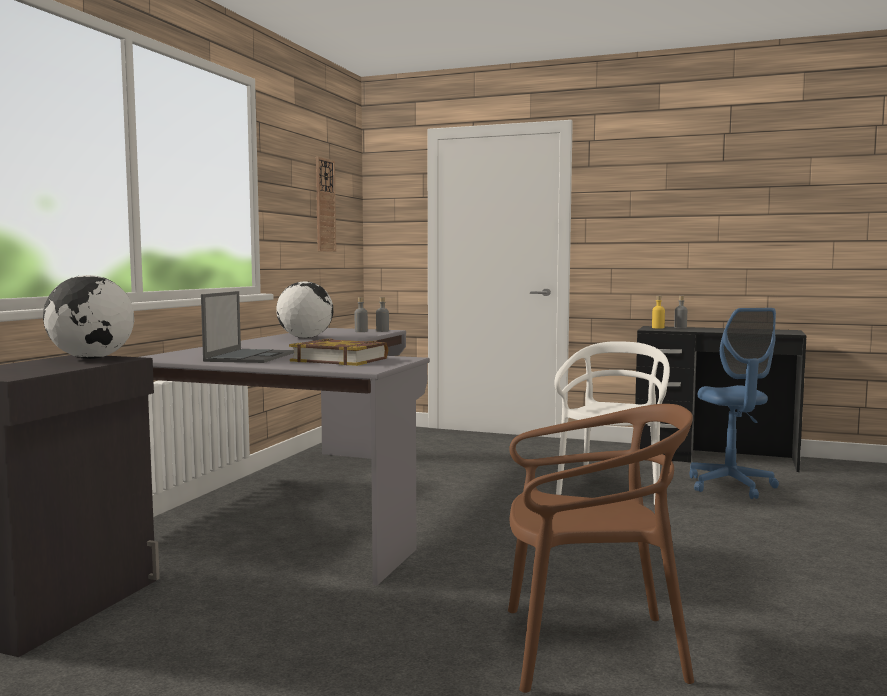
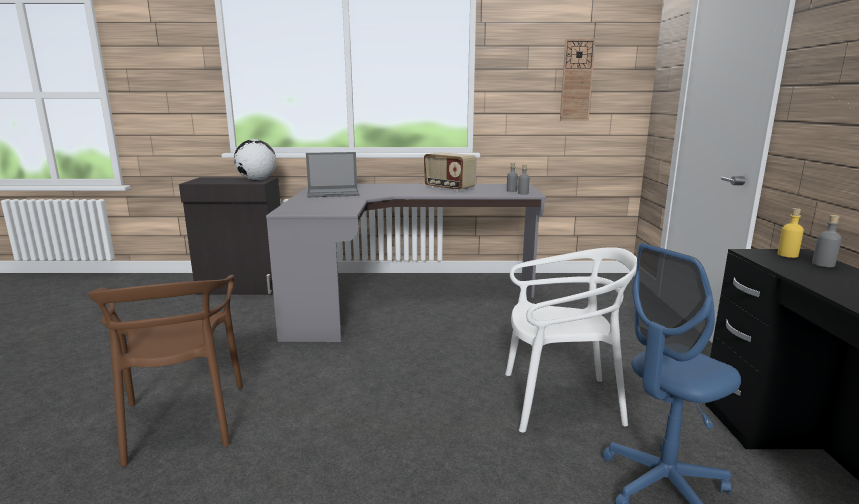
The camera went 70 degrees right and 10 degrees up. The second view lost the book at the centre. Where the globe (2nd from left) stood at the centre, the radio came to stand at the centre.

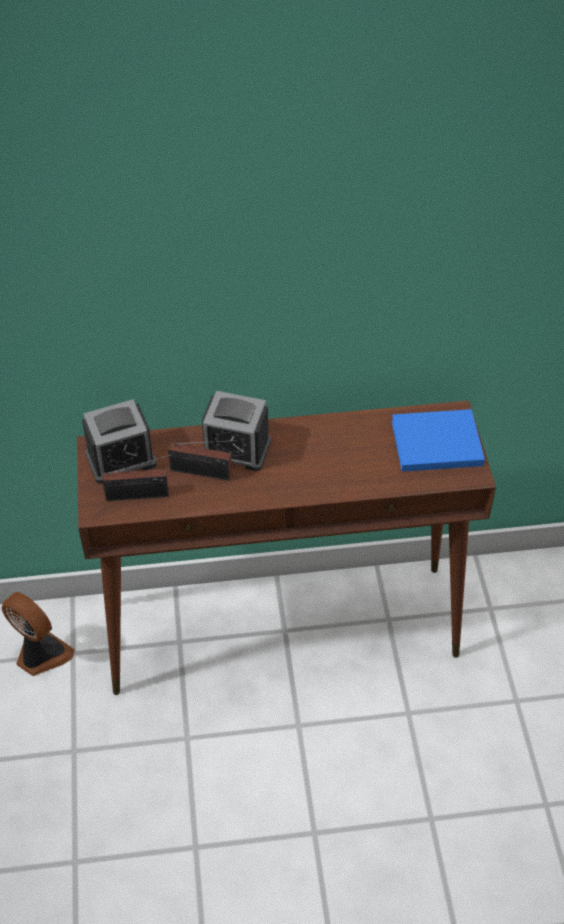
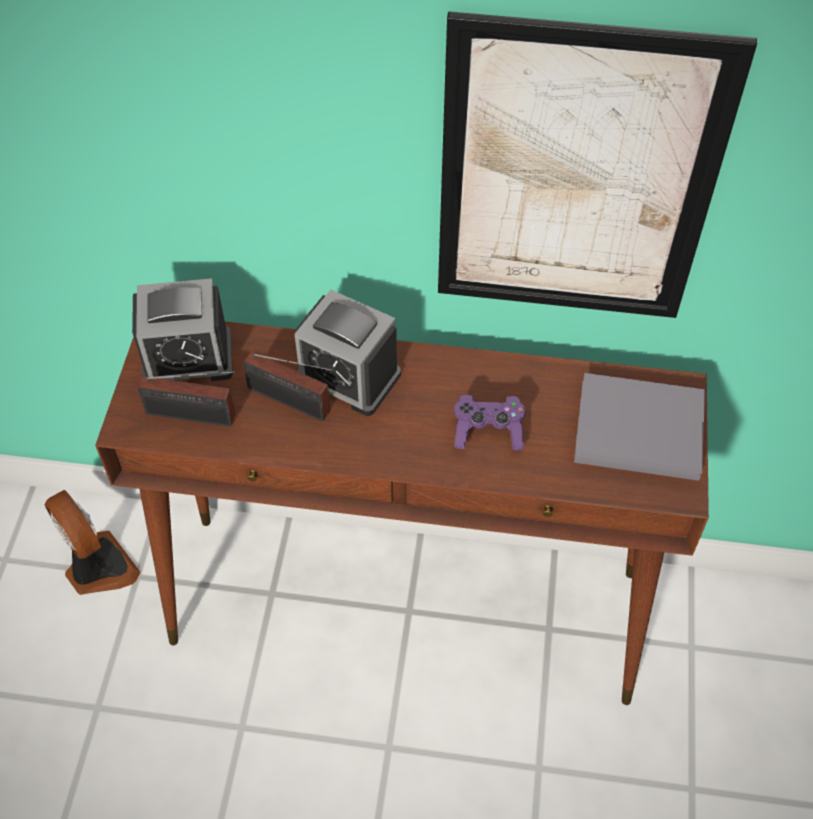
The camera went 15 degrees right and 5 degrees up. The second view gained the picture at the top right. The second view gained the purple game controller at the centre. What was the blue book at the middle right turned into the grey book at the middle right.

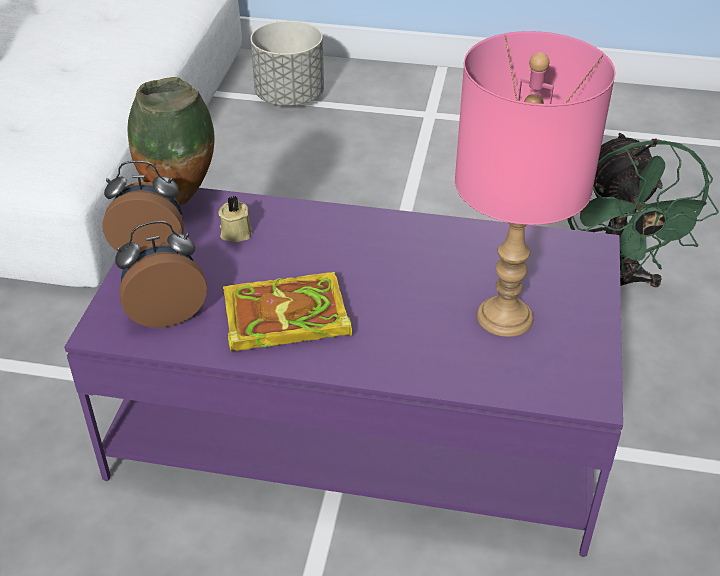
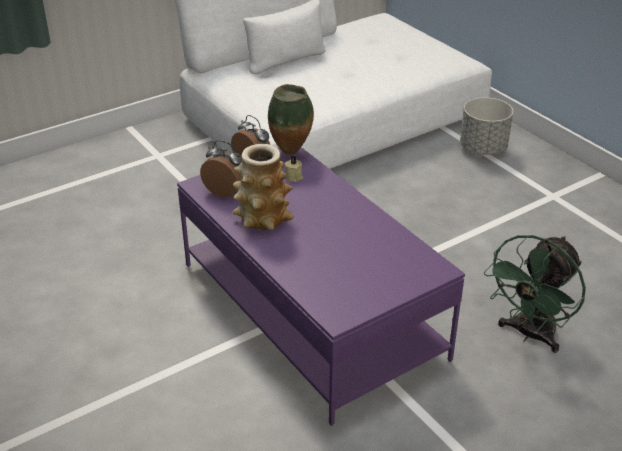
The camera went 45 degrees right and 5 degrees down. The second view lost the pink table lamp at the top right. Where the book stood at the centre, the vase (1st from left) came to stand at the centre.

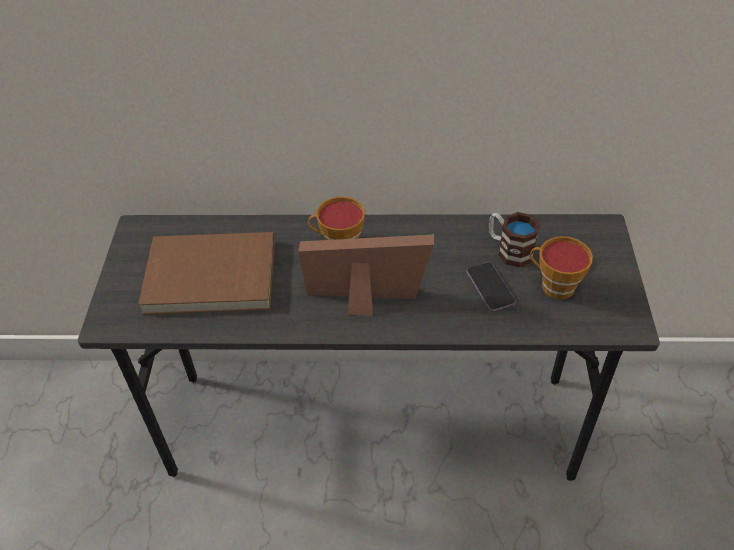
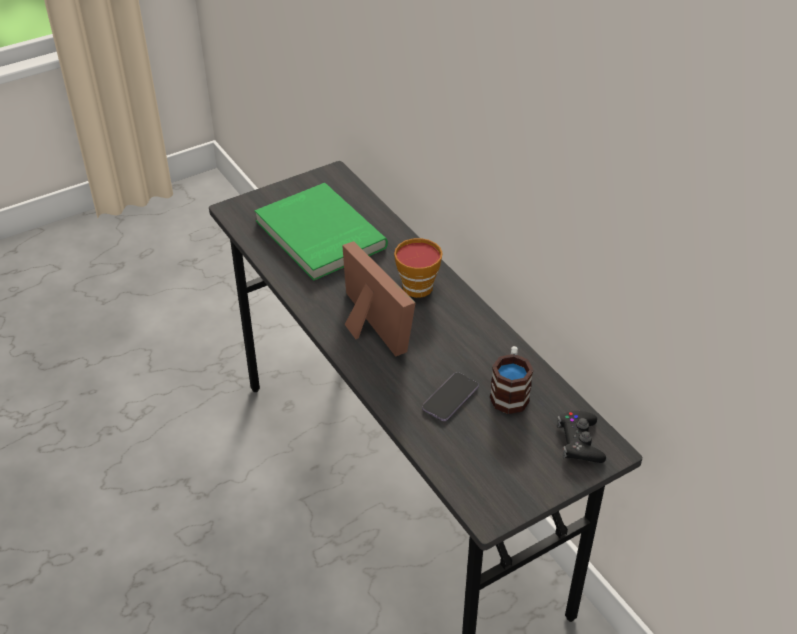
The camera went 55 degrees right and 5 degrees down. The second view lost the cup (2nd from left) at the middle right. The second view gained the black game controller at the bottom right. What was the brown book at the middle left turned into the green book at the centre.

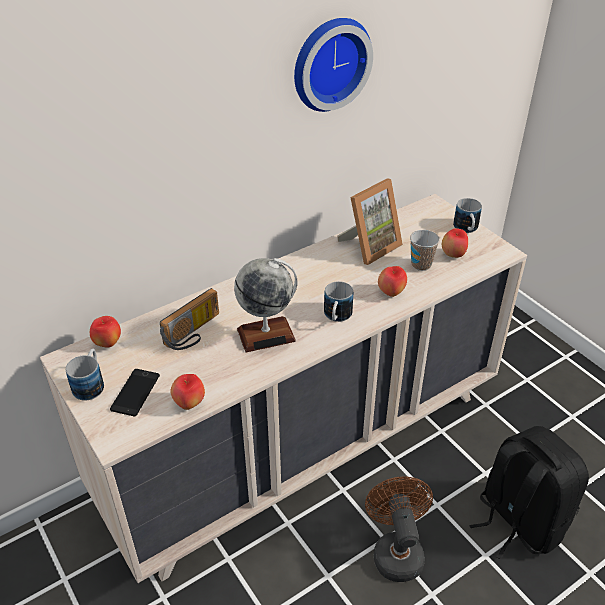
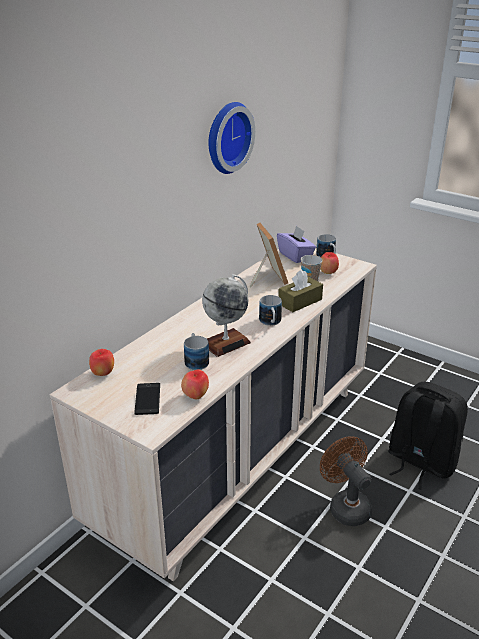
The camera went 20 degrees left and 10 degrees down. The second view lost the radio at the middle left. The second view gained the purple tissue box at the centre. The mug (1st from left) ended up elsewhere, having gone from the middle left to the centre. Where the apple (3rd from left) stood at the centre, the brown tissue box came to stand at the centre. The picture frame at the centre ended up facing another way, 45 degrees counterclockwise from before.

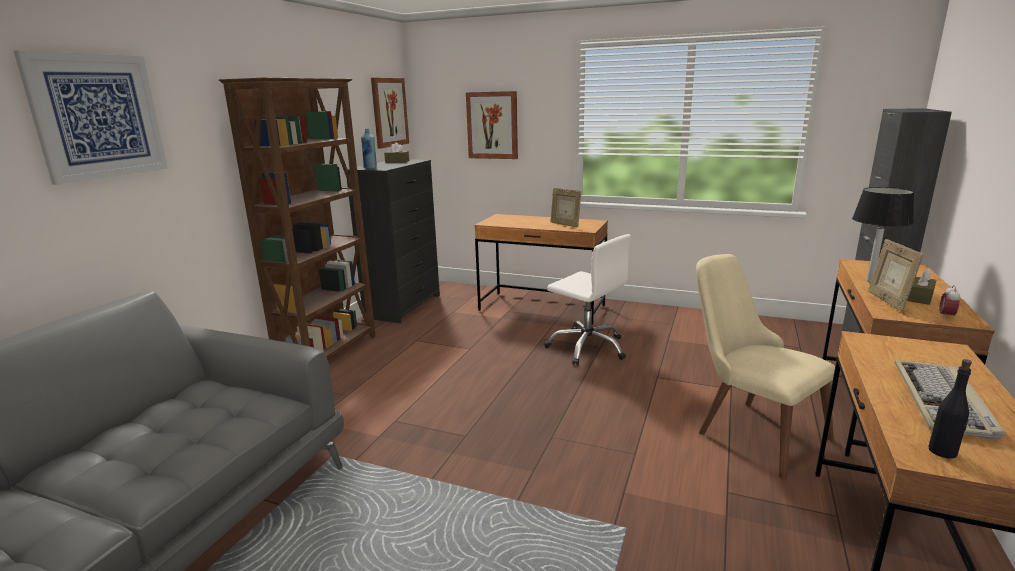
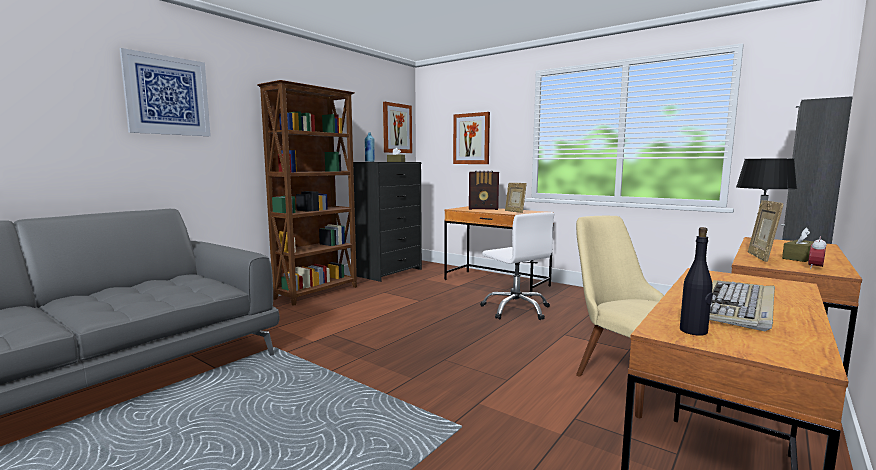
The camera went 15 degrees right and 10 degrees down. The second view gained the radio at the centre.

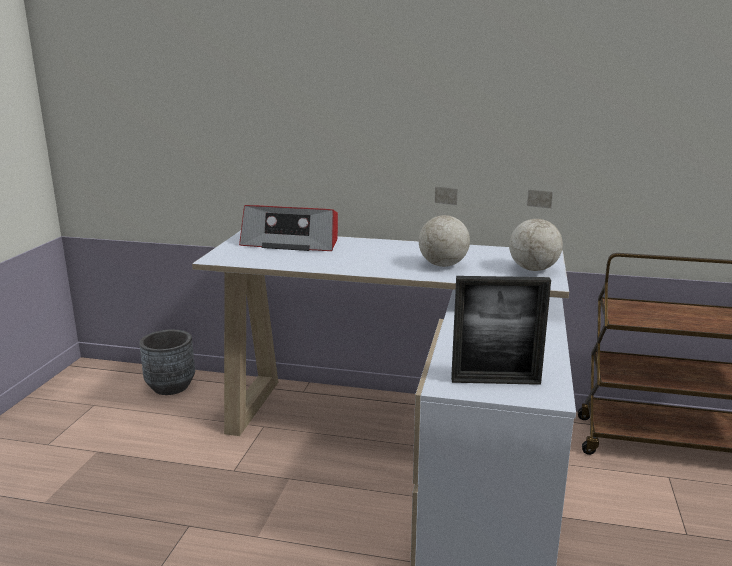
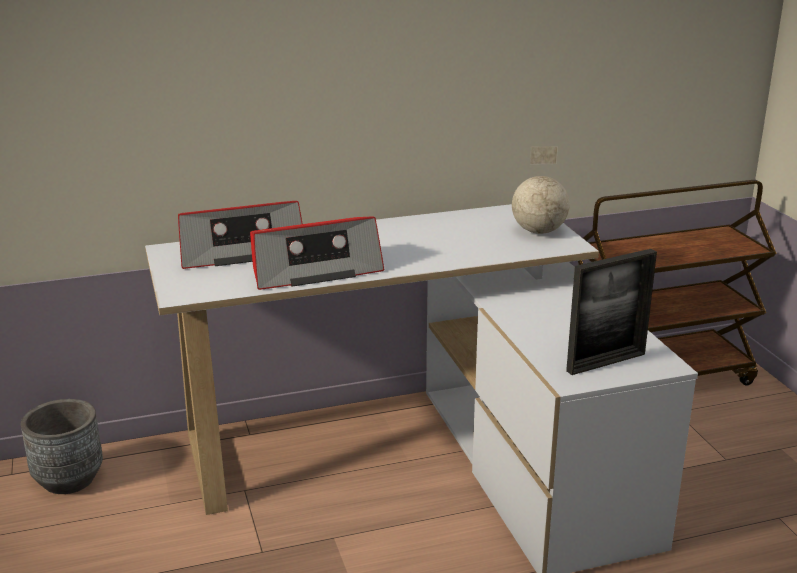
The camera went 30 degrees left and 5 degrees up. The second view lost the globe (1st from left) at the centre. The second view gained the radio (2nd from left) at the centre.

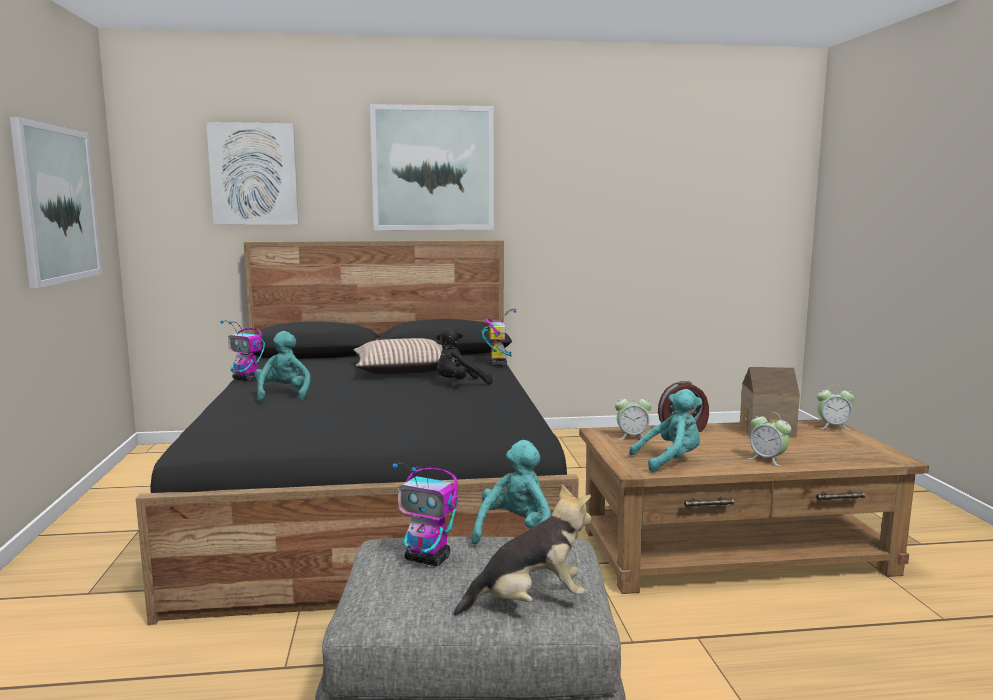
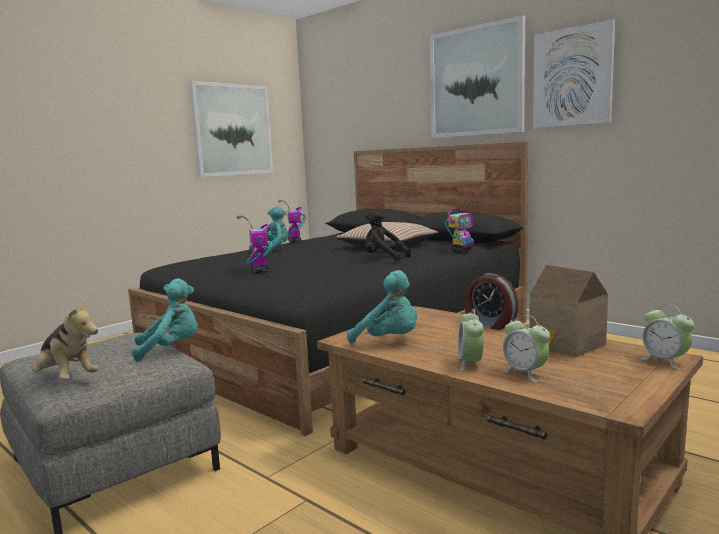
The camera went 50 degrees right and 0 degrees up. The picture (2nd from left in the first image) ended up elsewhere, having gone from the top left to the top right. The toy robot (2nd from left in the first image) ended up elsewhere, having gone from the bottom centre to the centre. The alarm clock (1st from left in the first image) ended up elsewhere, having gone from the centre to the middle right.

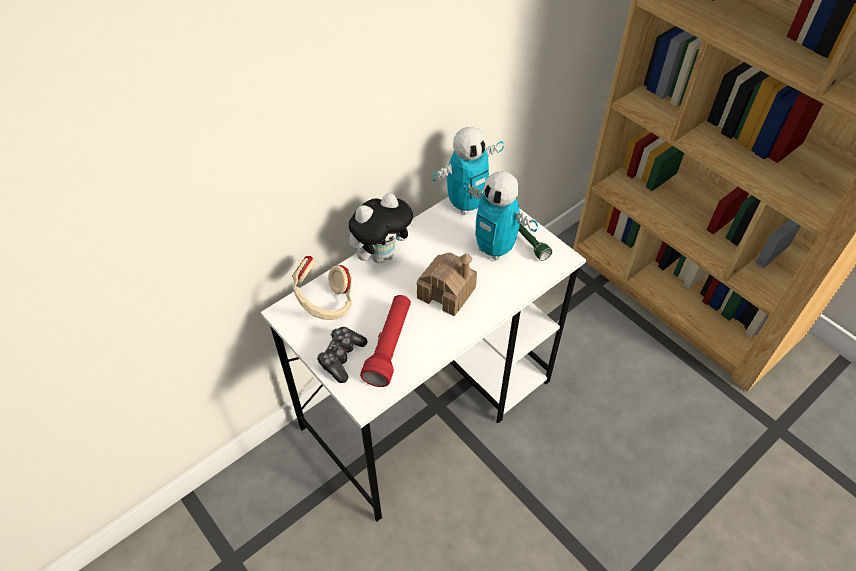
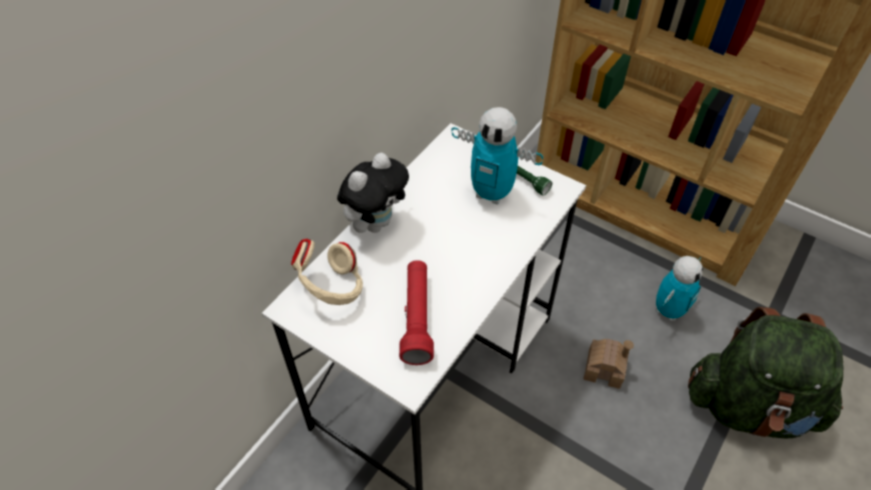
The camera went 15 degrees left and 0 degrees up. The second view lost the game controller at the centre. The second view gained the green backpack at the bottom right. The toy house ended up elsewhere, having gone from the centre to the bottom right. The toy robot (1st from left in the first image) ended up elsewhere, having gone from the top centre to the middle right.

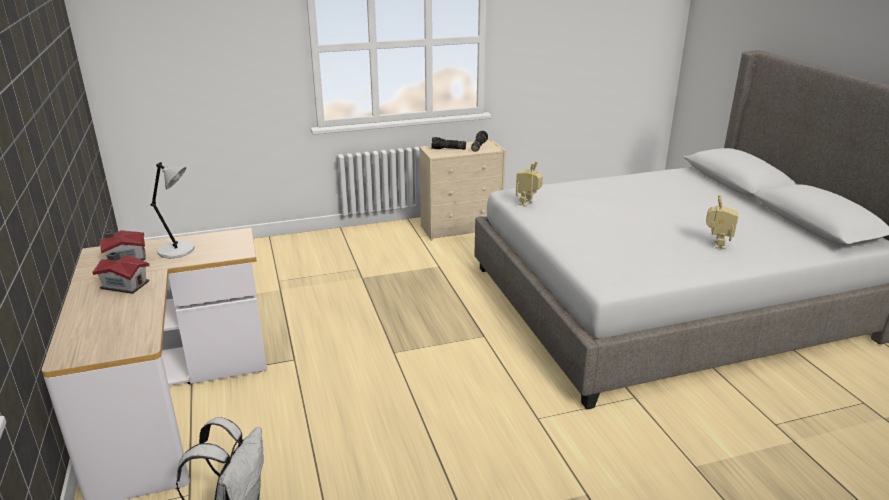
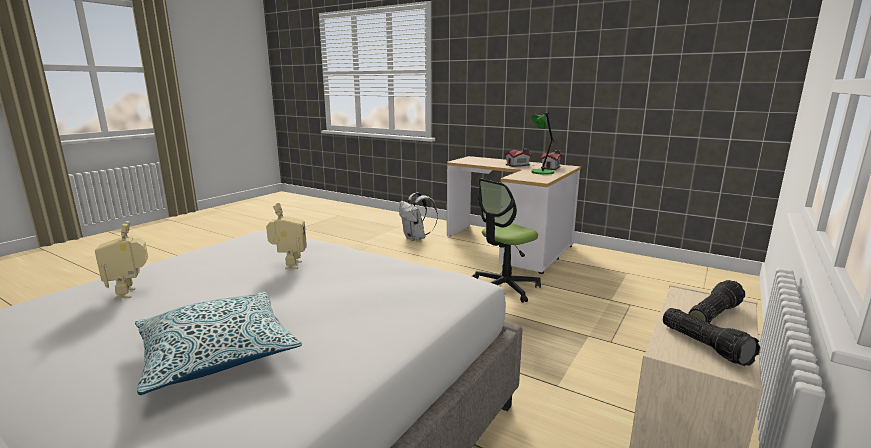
The camera went 140 degrees right and 10 degrees down. The second view gained the pillow at the bottom left. The second view gained the office chair at the centre. The toy robot (1st from left in the first image) ended up elsewhere, having gone from the centre to the middle left. What was the grey table lamp at the middle left turned into the green table lamp at the top centre.

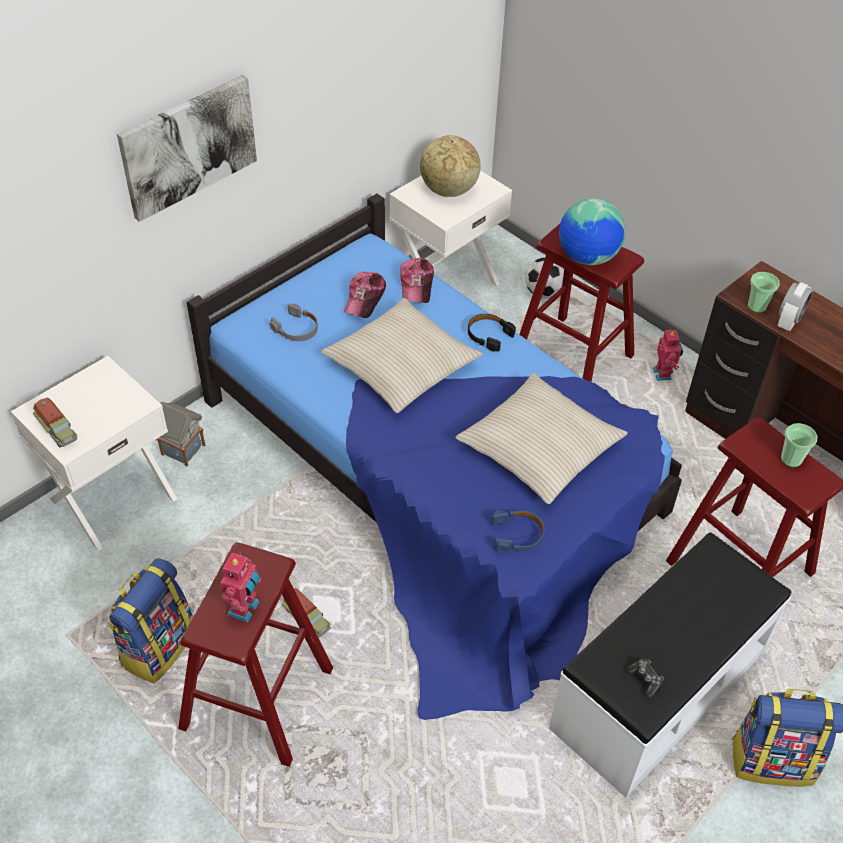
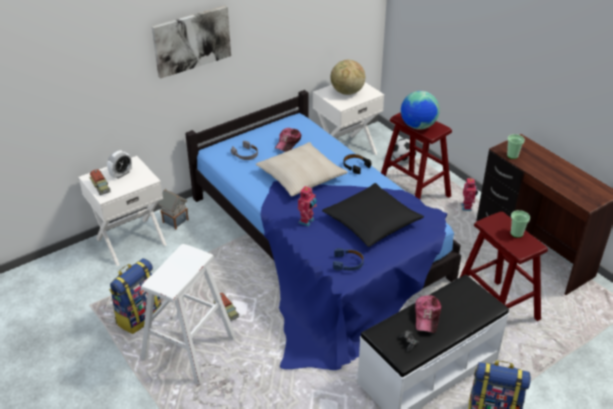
The camera went 10 degrees right and 10 degrees down. The toy robot (1st from left) ended up elsewhere, having gone from the bottom left to the centre. The cap (2nd from left) ended up elsewhere, having gone from the top centre to the bottom right. The alarm clock ended up elsewhere, having gone from the middle right to the middle left. What was the red stool (1st from left) at the bottom left turned into the white stool at the bottom left. What was the beige pillow (2nd from left) at the centre turned into the black pillow at the centre.

